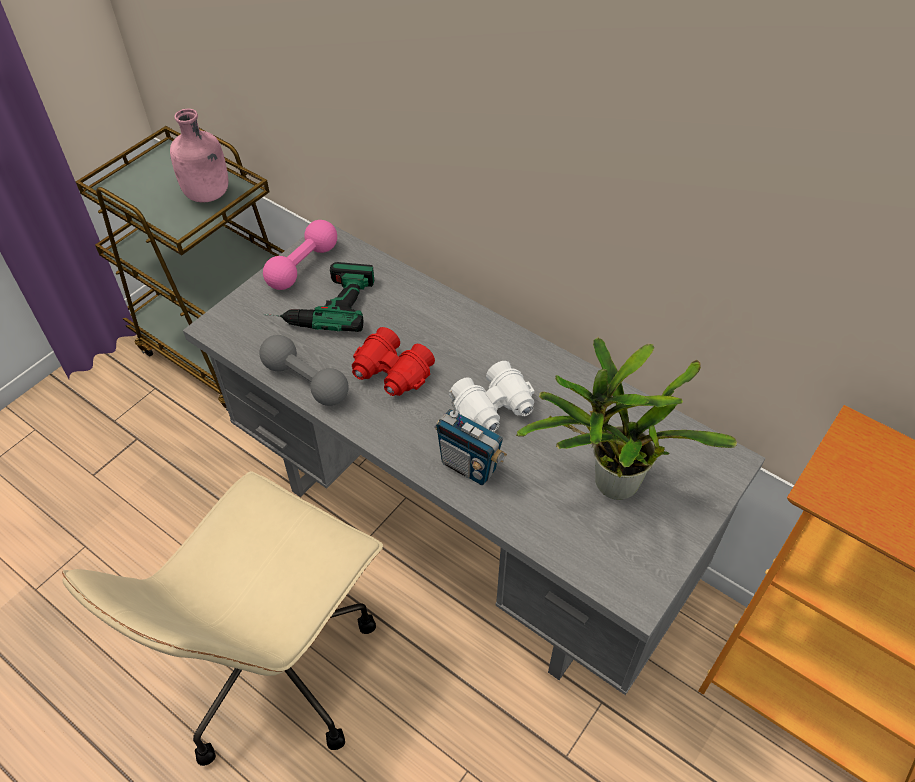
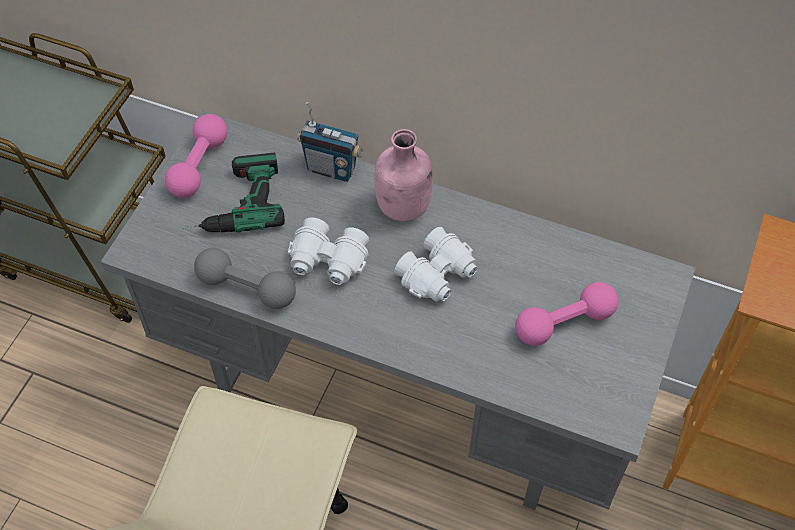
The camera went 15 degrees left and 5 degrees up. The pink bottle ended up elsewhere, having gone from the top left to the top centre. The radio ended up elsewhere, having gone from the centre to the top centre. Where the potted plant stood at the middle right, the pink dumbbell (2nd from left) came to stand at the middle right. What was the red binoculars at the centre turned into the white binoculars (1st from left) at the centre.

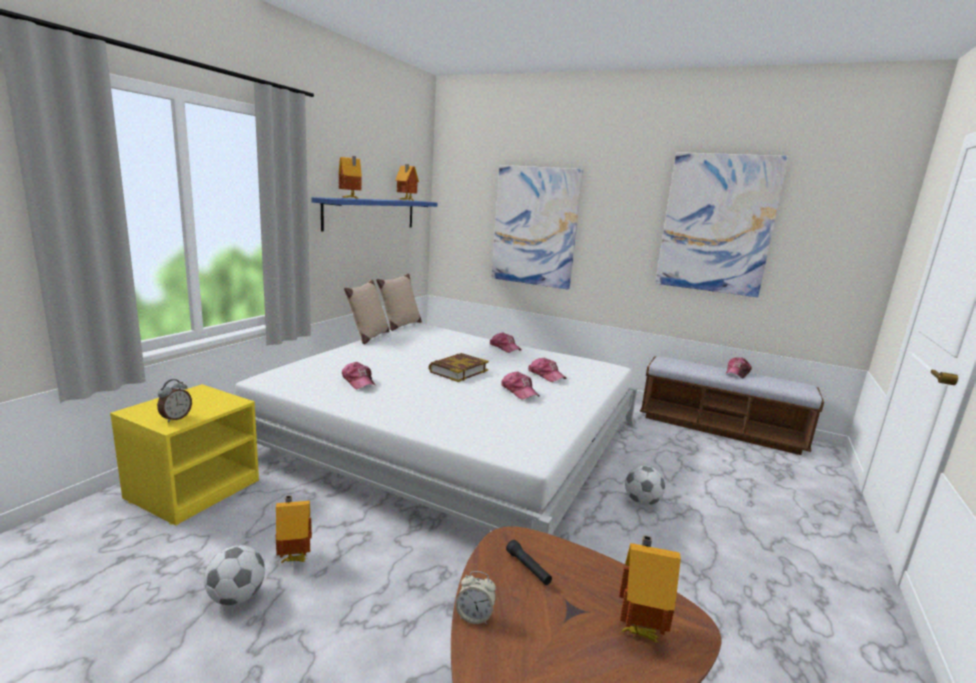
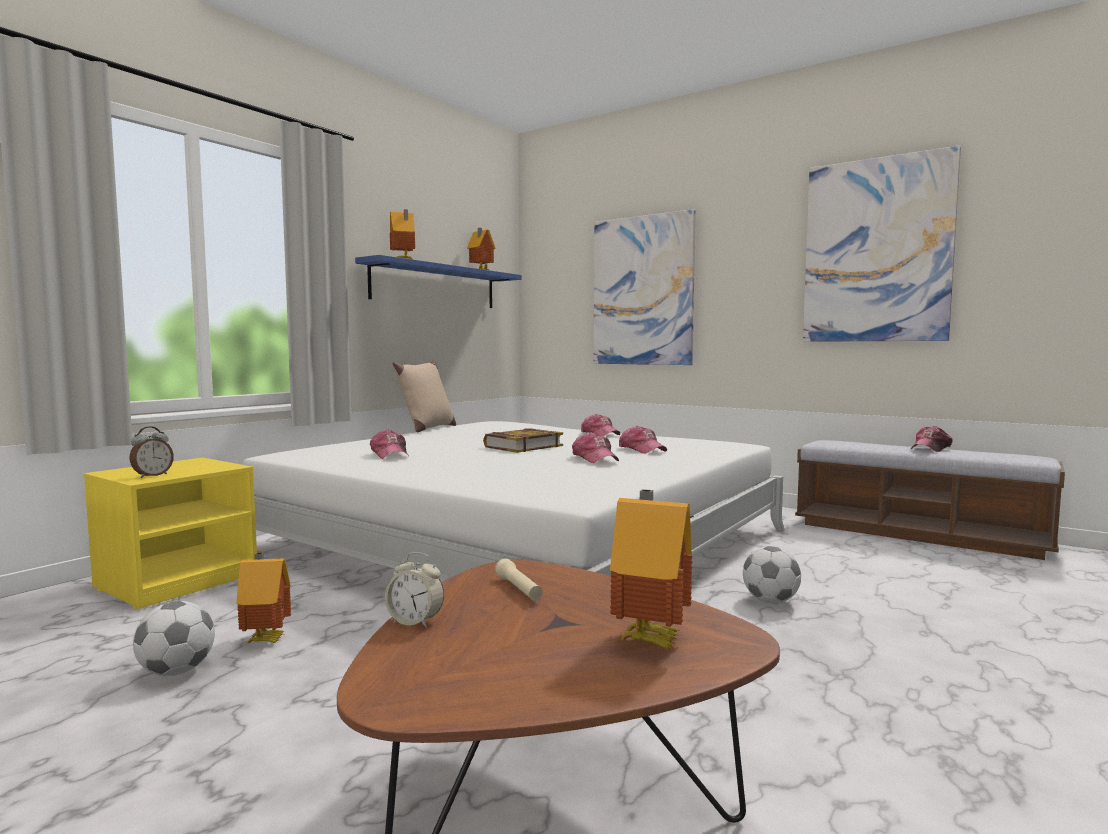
The camera went 10 degrees right and 10 degrees down. The second view lost the beige pillow (2nd from left) at the centre. What was the black flashlight at the bottom centre turned into the beige flashlight at the bottom centre.

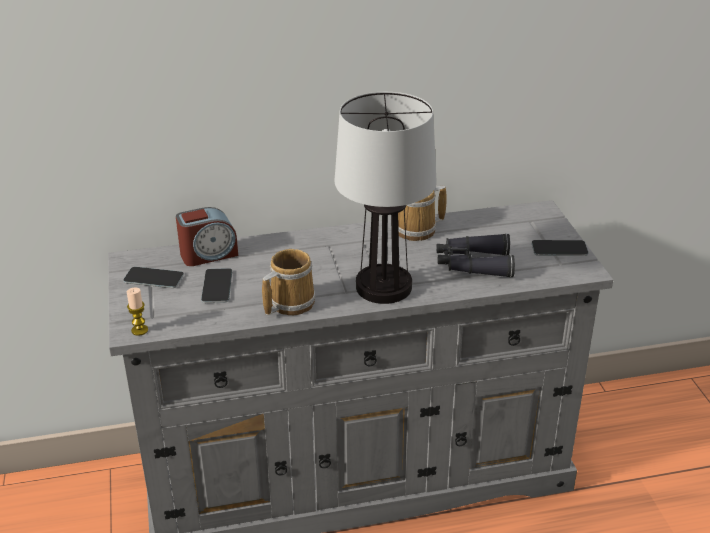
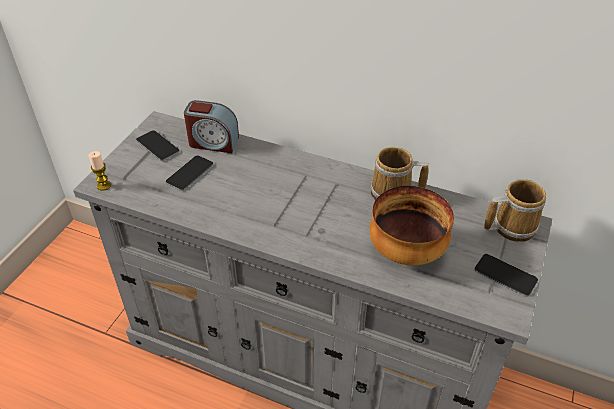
The camera went 35 degrees right and 10 degrees up. The second view lost the table lamp at the centre. The mug (1st from left in the first image) ended up elsewhere, having gone from the centre to the middle right. Where the black binoculars stood at the middle right, the bowl came to stand at the middle right.

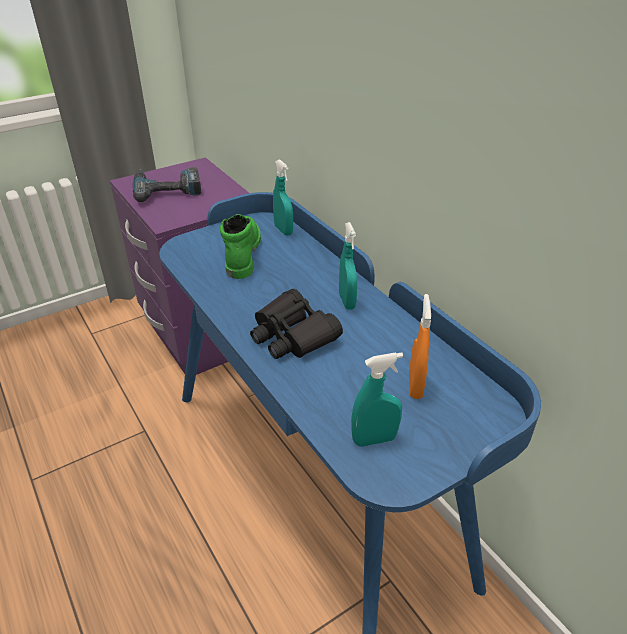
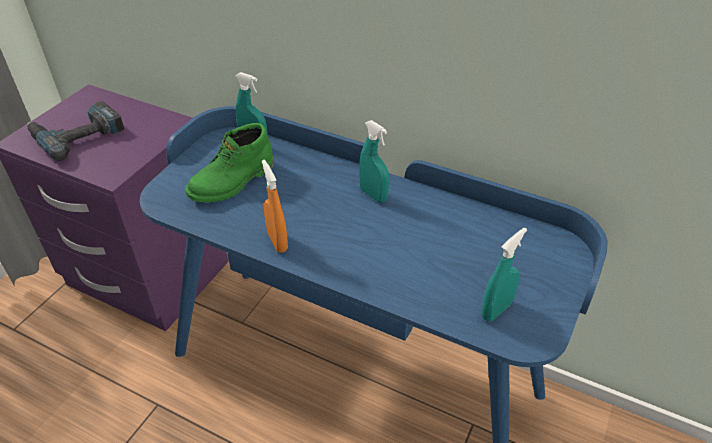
The camera went 30 degrees left and 5 degrees up. The second view lost the black binoculars at the centre. The orange spray bottle ended up elsewhere, having gone from the middle right to the centre. The green boot at the centre ended up facing another way, 105 degrees counterclockwise from before.

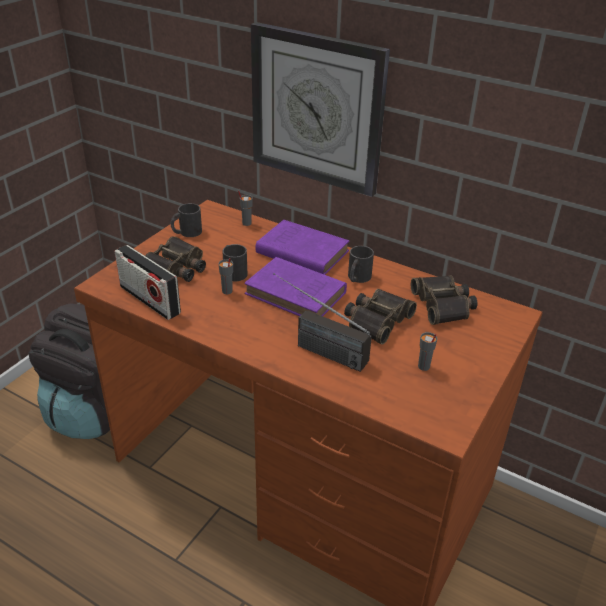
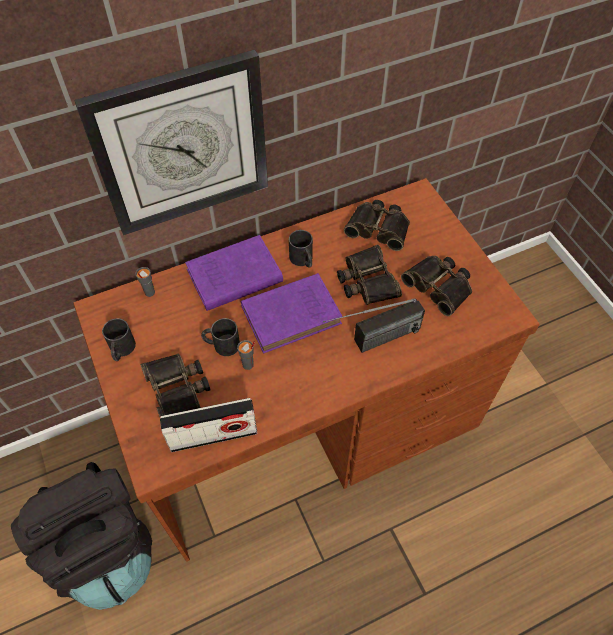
The camera went 55 degrees left and 20 degrees up. Where the grey cup (3rd from left) stood at the middle right, the binoculars (4th from left) came to stand at the middle right.

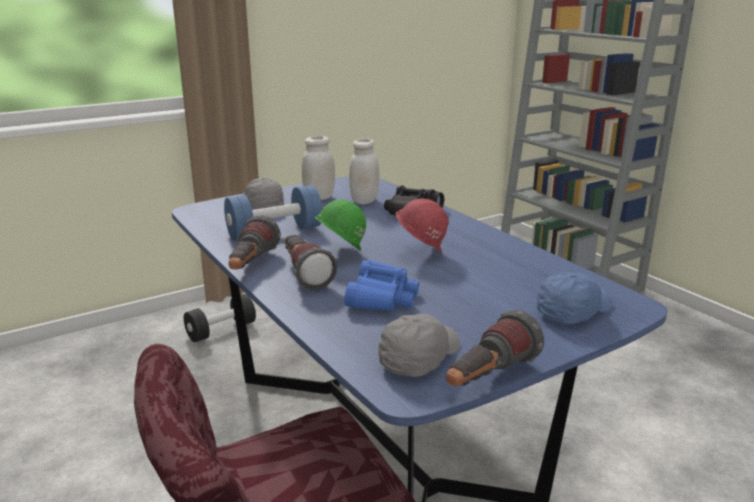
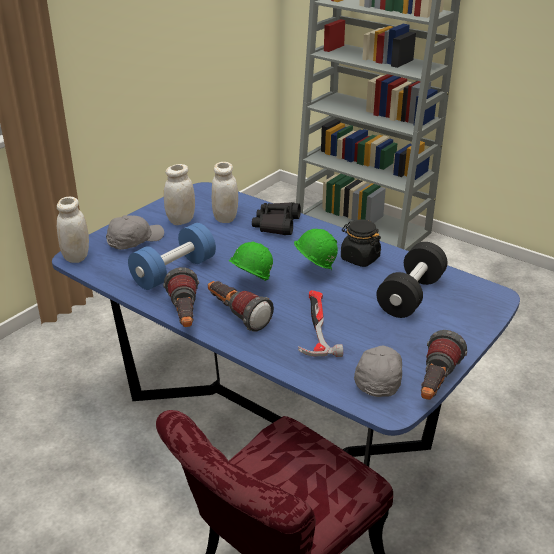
The camera went 20 degrees left and 10 degrees up. The second view lost the blue cap at the middle right. The second view gained the white jar (1st from left) at the middle left. The second view gained the black jar at the centre. The black dumbbell ended up elsewhere, having gone from the middle left to the middle right. Where the blue binoculars stood at the centre, the hammer came to stand at the centre. What was the red hard hat at the centre turned into the green hard hat (2nd from left) at the centre. The grey cap (1st from left) at the centre ended up facing another way, 105 degrees clockwise from before.

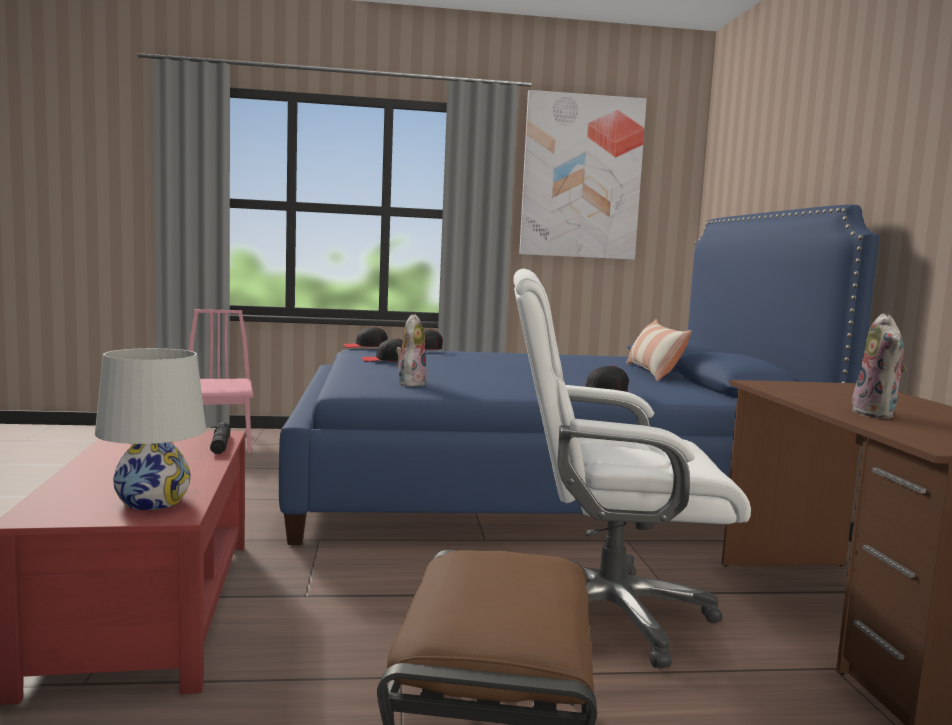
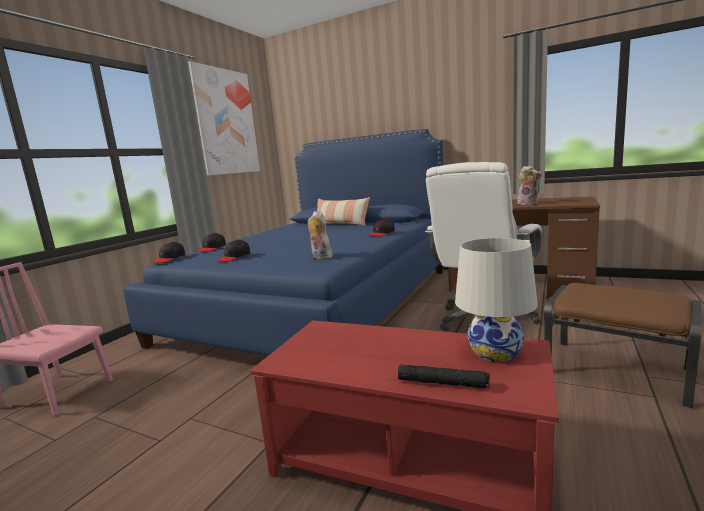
The camera went 55 degrees left and 5 degrees up. The black flashlight ended up elsewhere, having gone from the middle left to the bottom centre.

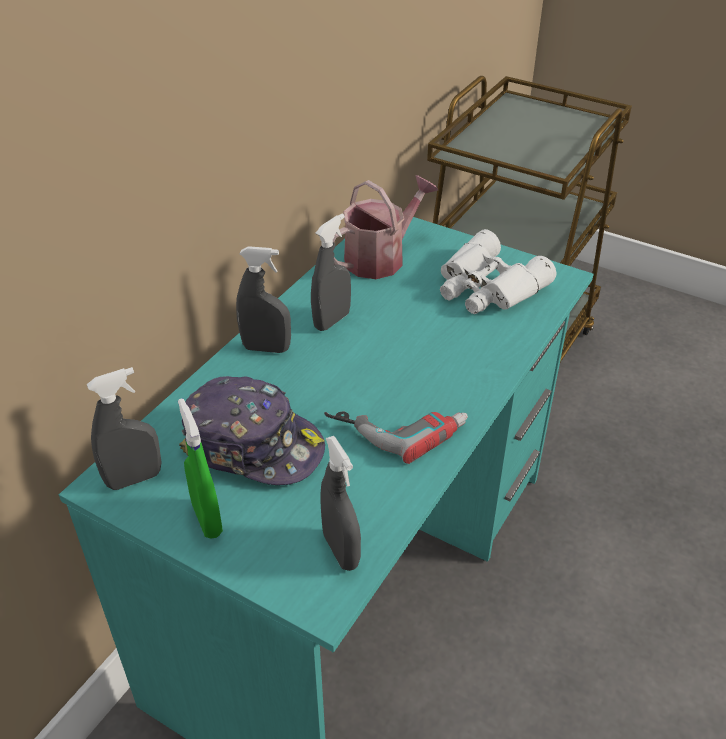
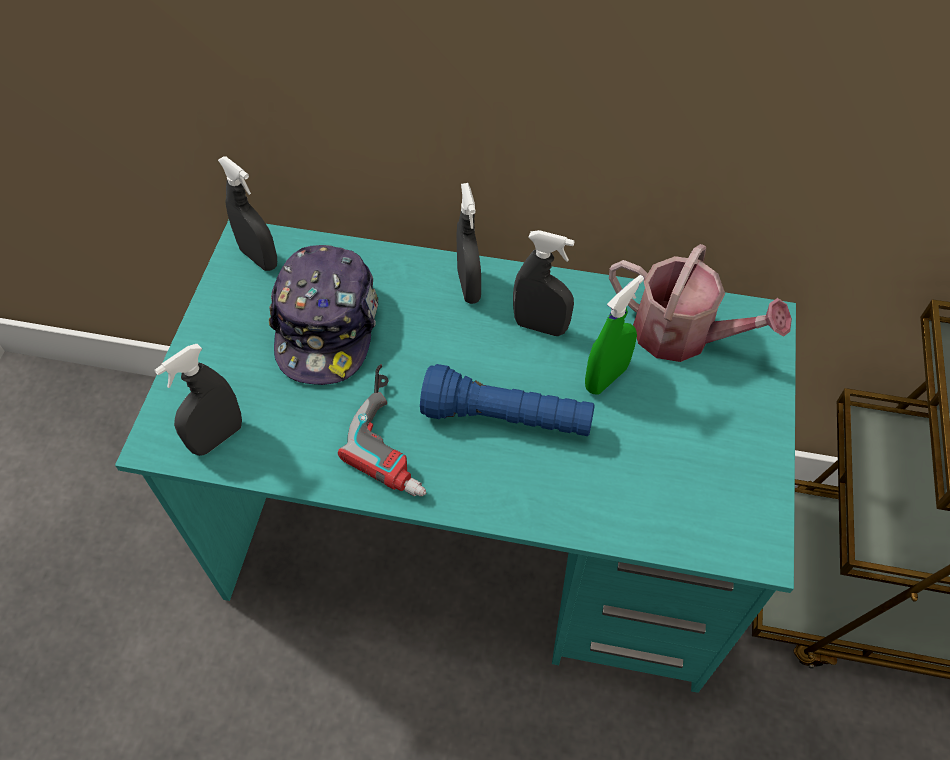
The camera went 70 degrees right and 15 degrees up. The second view lost the white binoculars at the middle right. The second view gained the blue flashlight at the centre. The green spray bottle ended up elsewhere, having gone from the middle left to the centre.

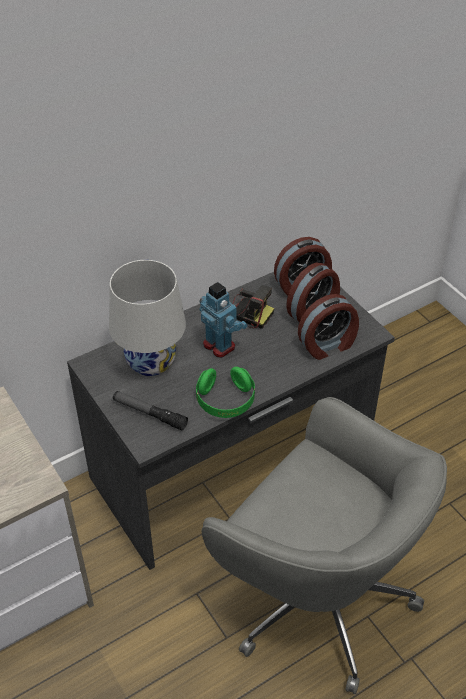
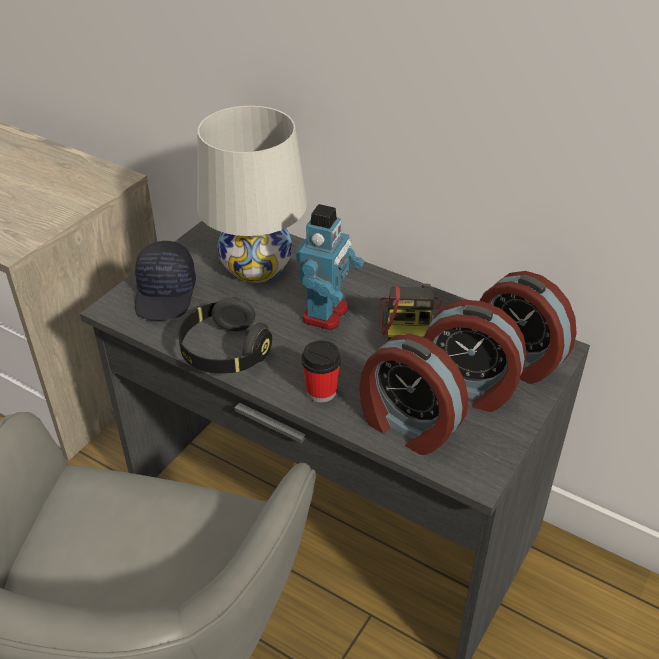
The camera went 65 degrees right and 5 degrees down. The second view gained the cup at the centre. Where the flashlight stood at the middle left, the black cap came to stand at the middle left. What was the green headphones at the centre turned into the black headphones at the centre.

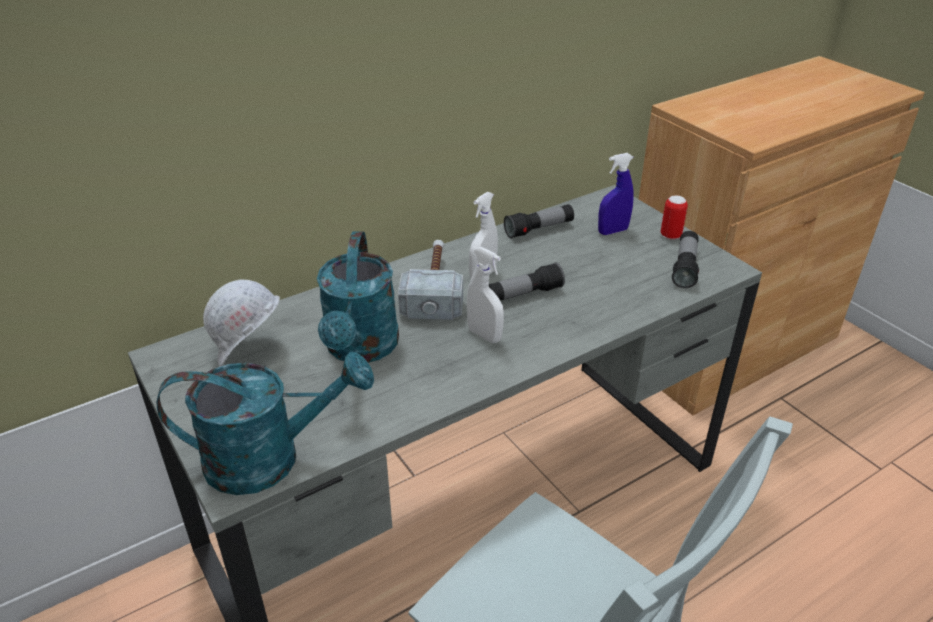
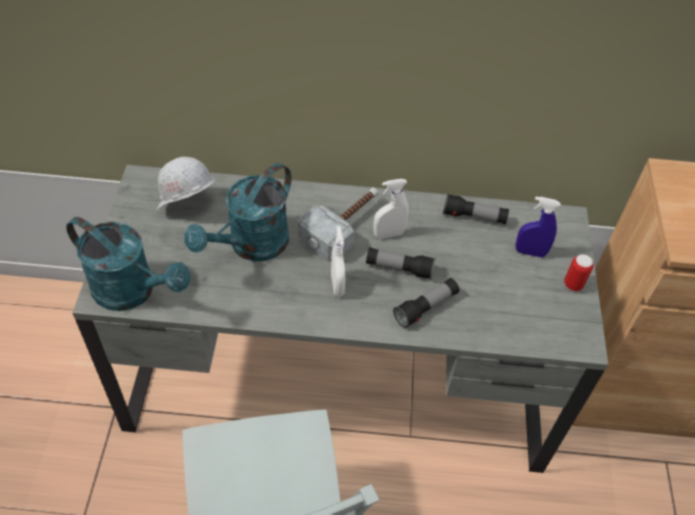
The camera went 35 degrees right and 15 degrees up. The flashlight (3rd from left in the first image) ended up elsewhere, having gone from the middle right to the centre.

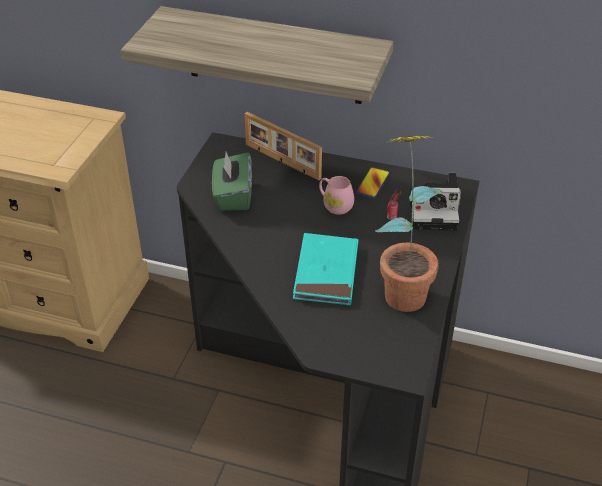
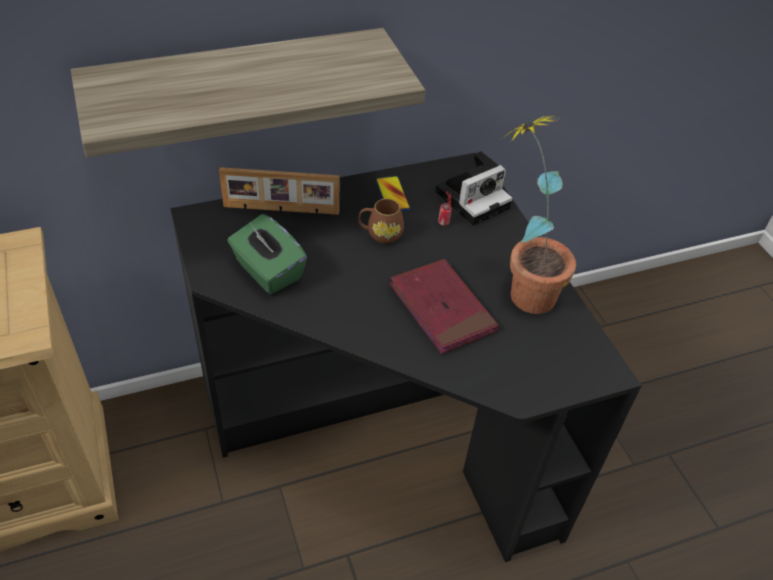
The camera went 40 degrees left and 5 degrees up. What was the turquoise book at the centre turned into the red book at the centre. What was the pink mug at the centre turned into the brown mug at the centre.

